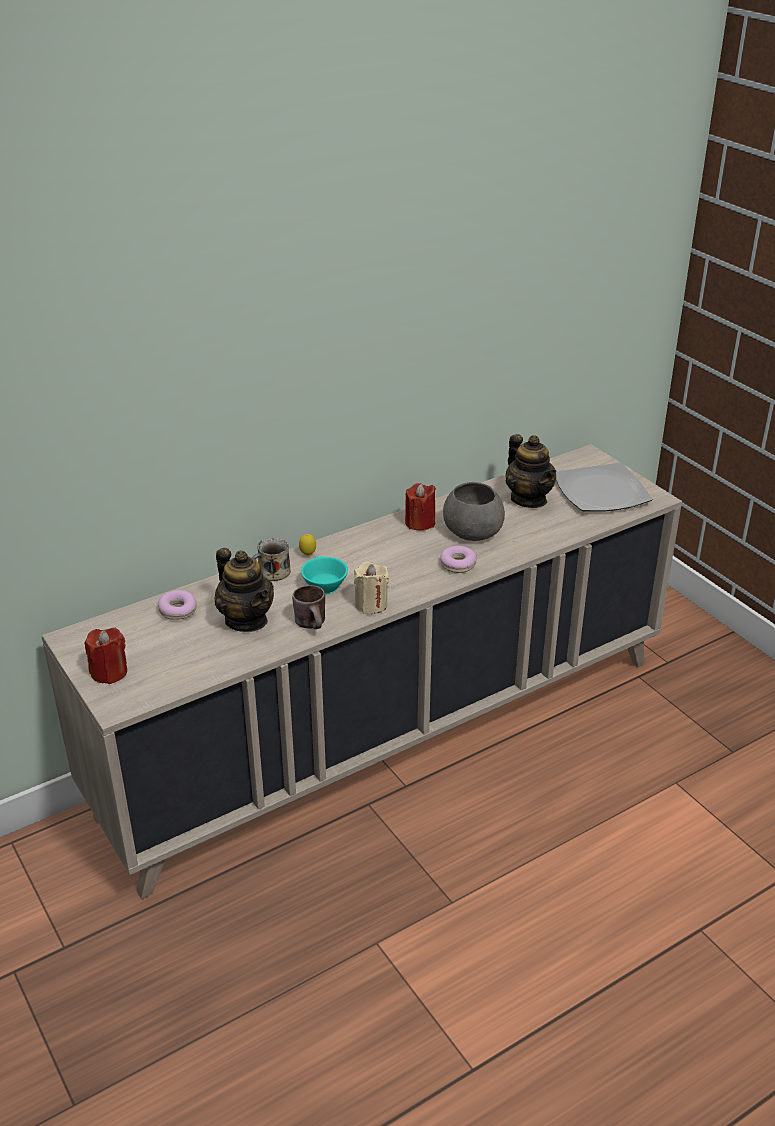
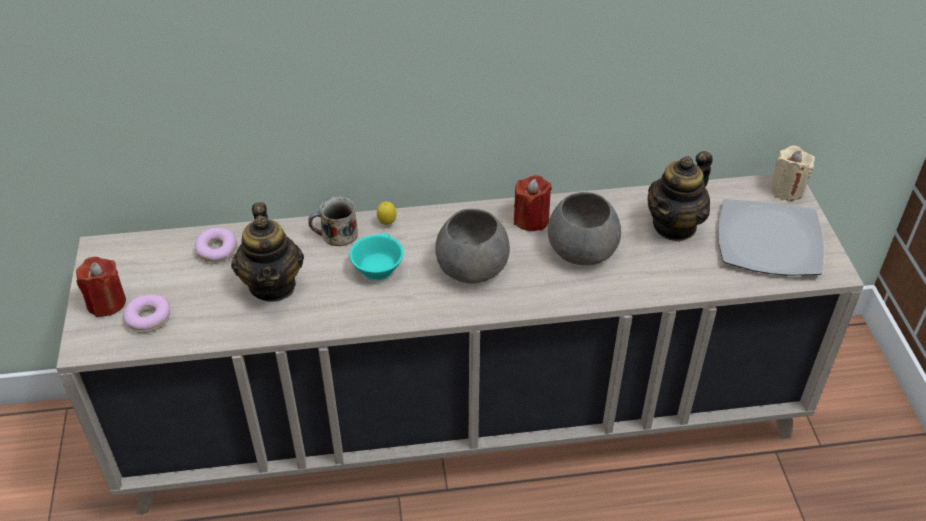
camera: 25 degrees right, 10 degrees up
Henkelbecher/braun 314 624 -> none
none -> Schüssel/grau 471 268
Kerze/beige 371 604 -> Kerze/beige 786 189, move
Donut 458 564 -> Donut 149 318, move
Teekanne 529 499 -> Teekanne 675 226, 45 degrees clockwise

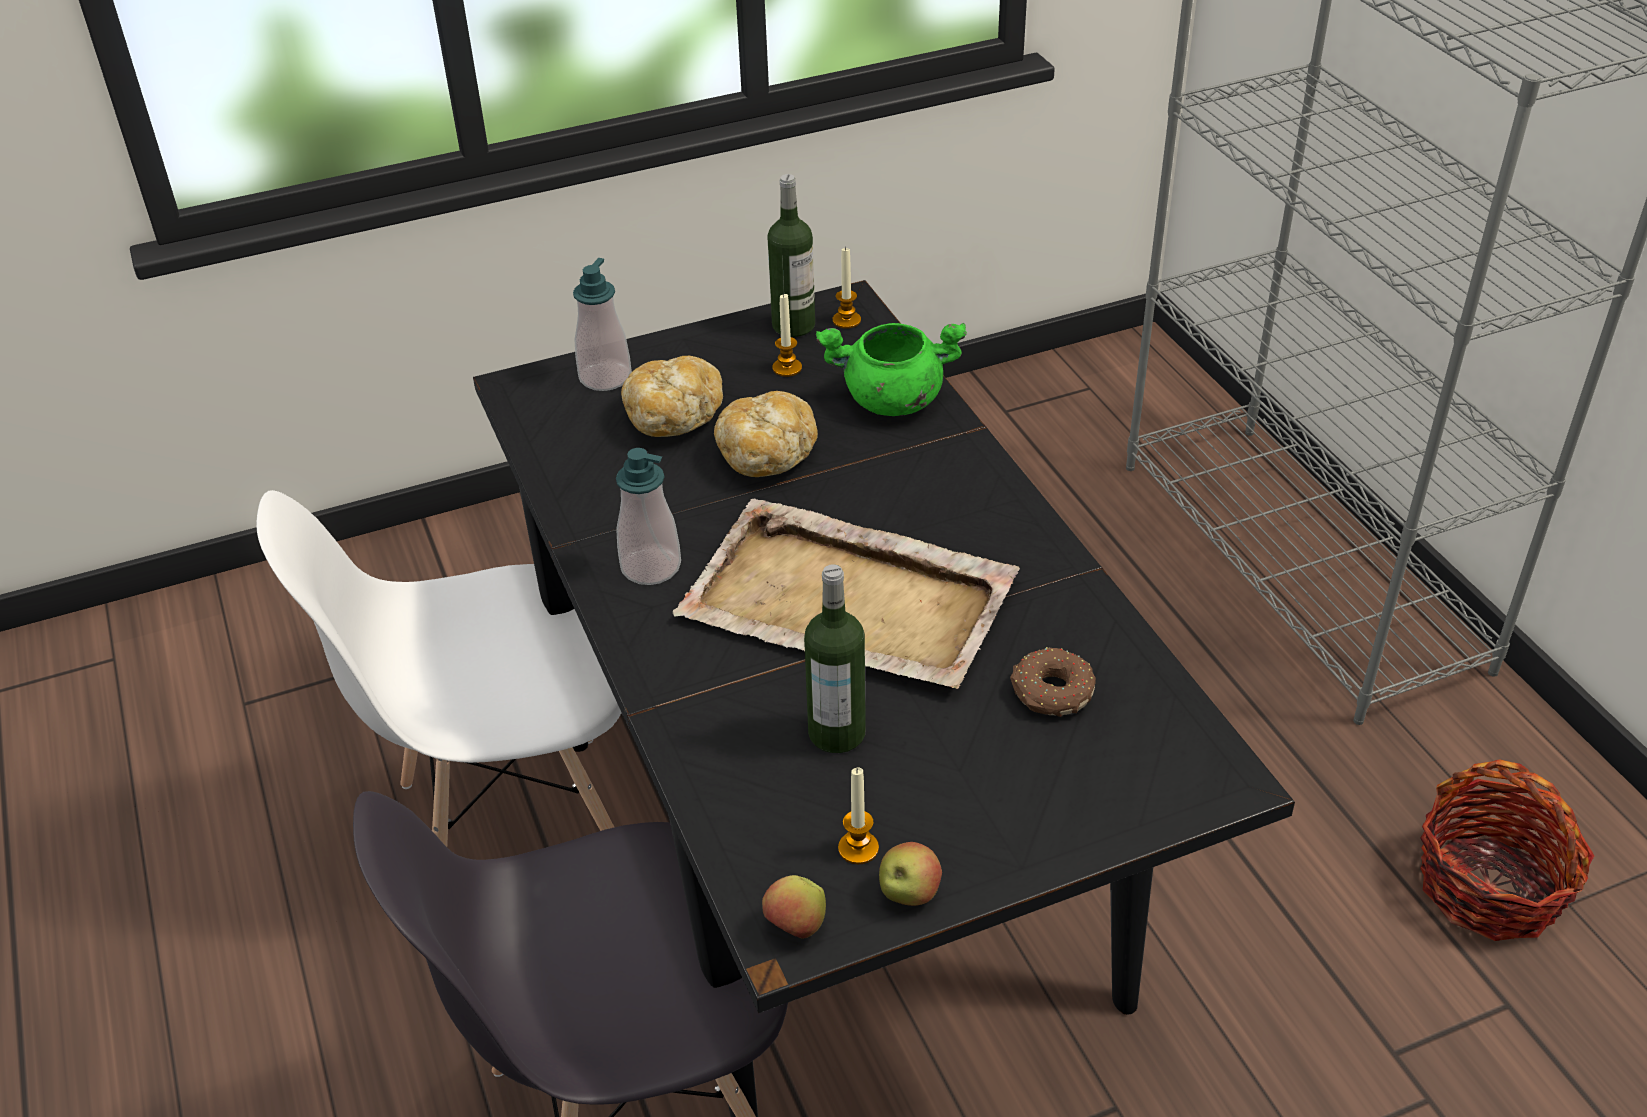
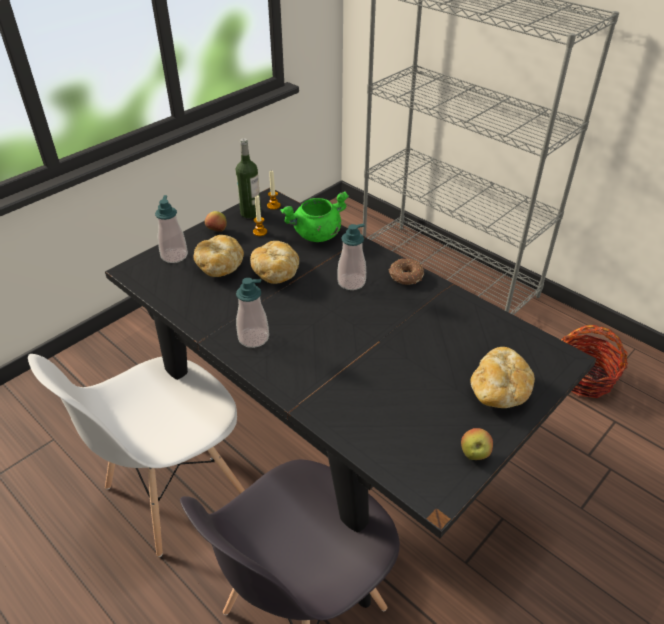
camera: 25 degrees left, 0 degrees up
Tablett/beige 850 603 -> none
Flasche 837 733 -> none
Kerze 858 848 -> none
none -> Seifenspender 351 282
none -> Brot 499 391
Apfel 796 927 -> Apfel 217 231, move
Donut 1051 693 -> Donut 405 277, move

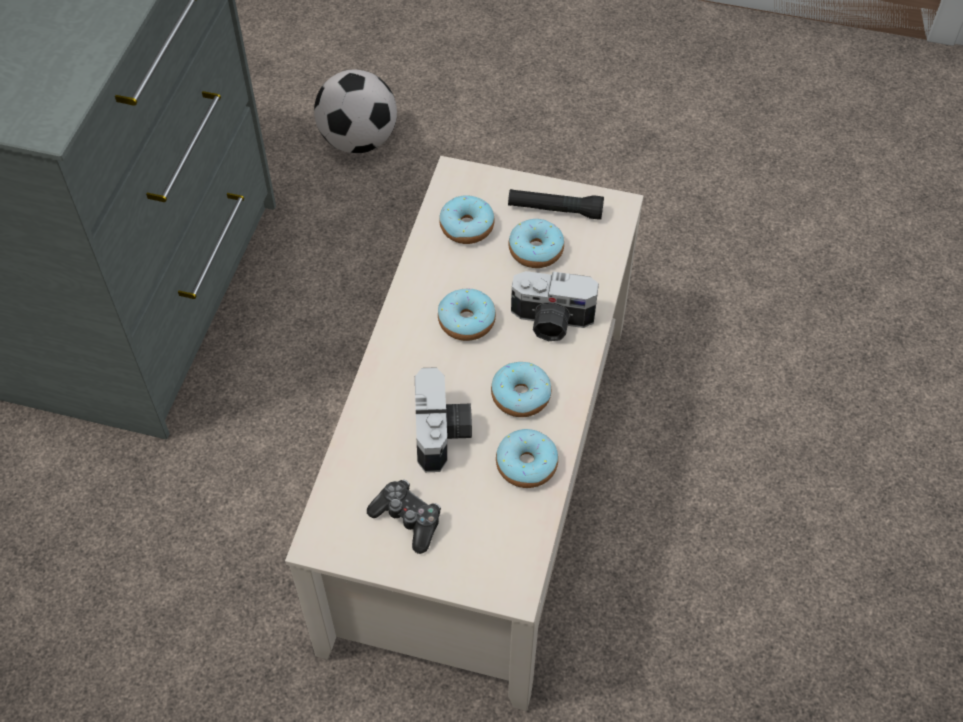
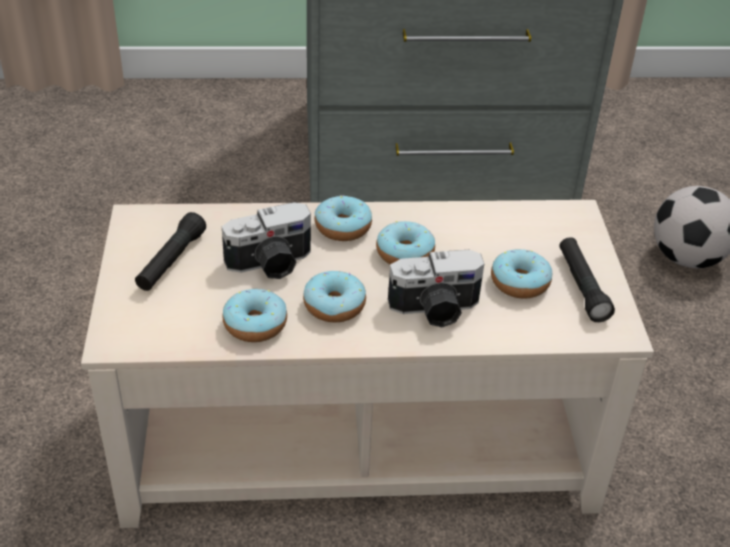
camera: 70 degrees right, 15 degrees down
Donut 467 227 -> Donut 343 227, move
Gamepad 408 519 -> Taschenlampe/schwarz 171 261
Kamera 551 322 -> Kamera 435 310, 90 degrees counterclockwise

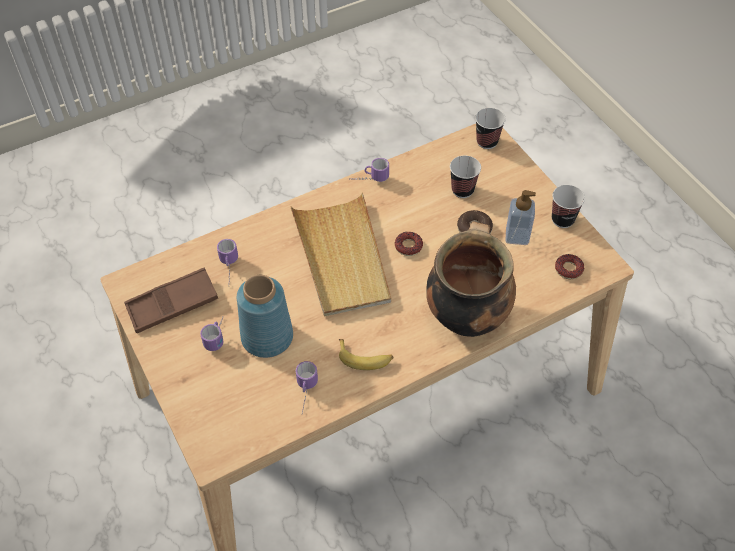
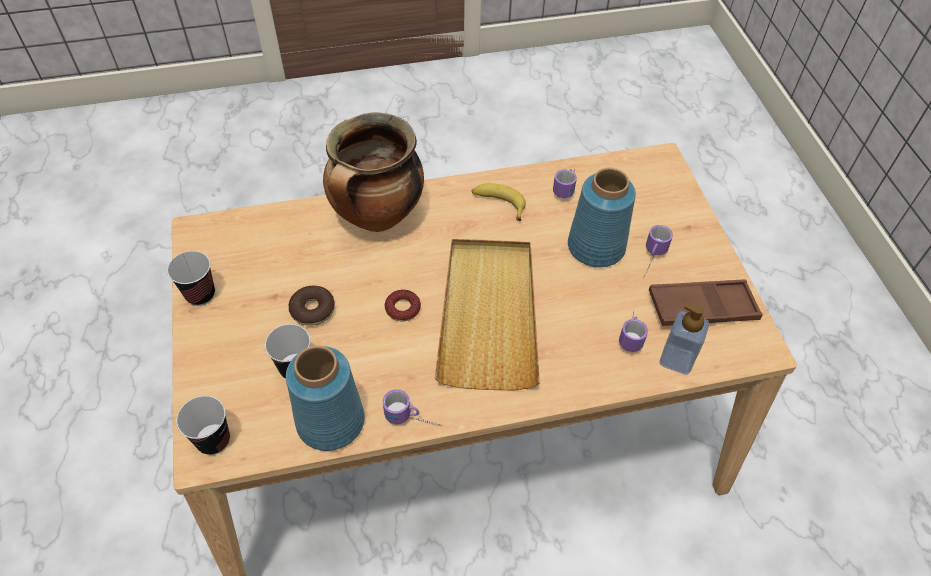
camera: 165 degrees left, 0 degrees up
Donut 568 269 -> none
none -> Vase/blau 329 421
Seifenspender 517 236 -> Seifenspender 676 359, move

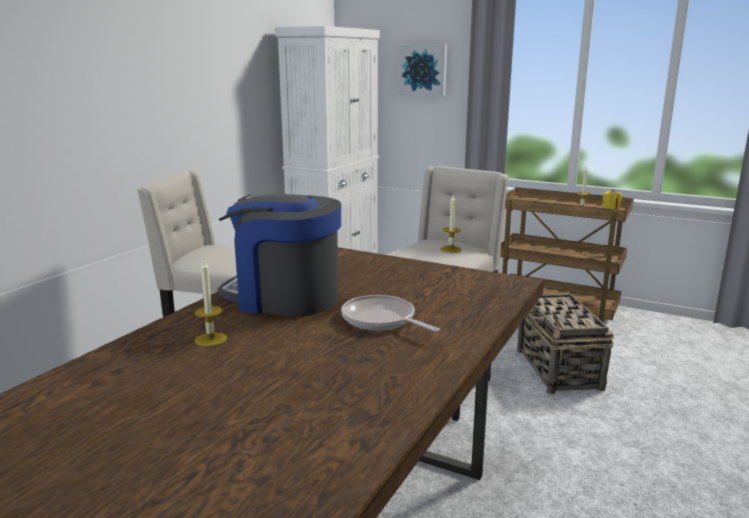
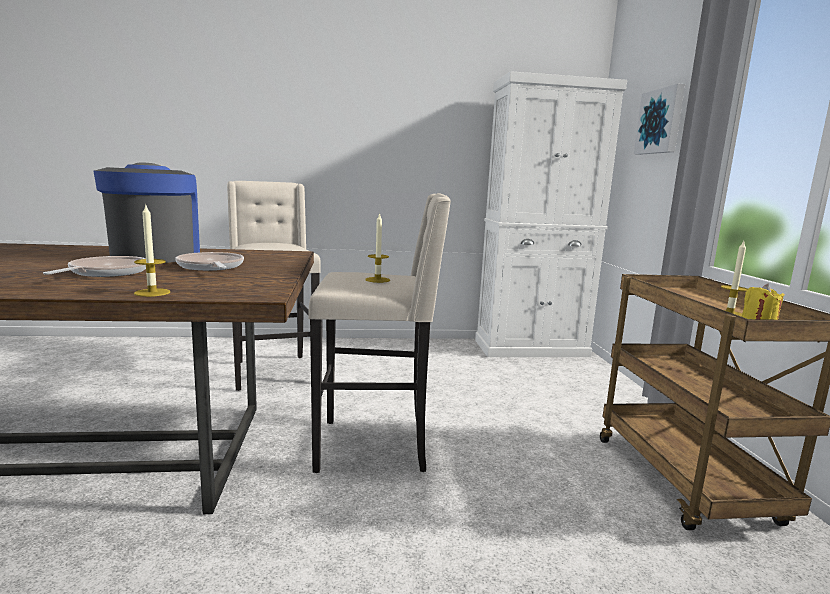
camera: 55 degrees right, 5 degrees down
Korb 558 370 -> none
none -> Pfanne 211 267
Kerze 211 339 -> Kerze 152 292, move

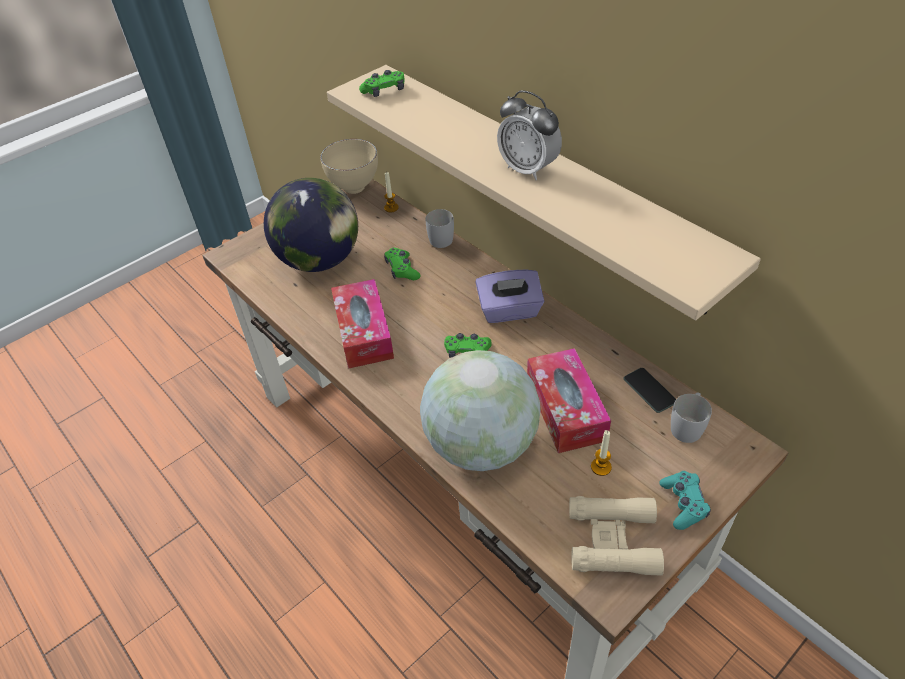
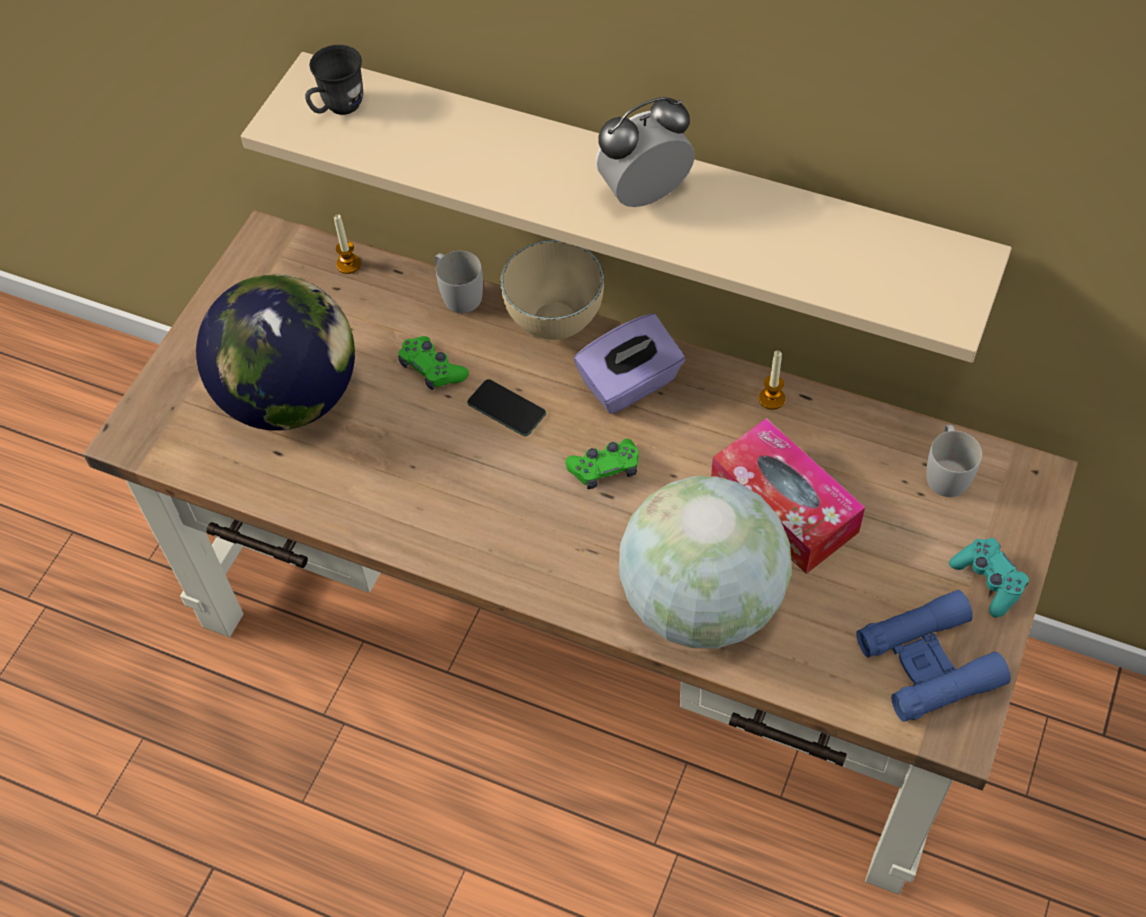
camera: 25 degrees left, 10 degrees up
Taschentuchbox 363 332 -> none
Schüssel/beige 355 188 -> Schüssel/beige 556 324, move
Kerze 601 467 -> Kerze 771 399, move
Handy 649 390 -> Handy 506 408, move
Gamepad/grün 384 91 -> Henkelbecher/grau 337 108
Fernglas/beige 613 540 -> Fernglas/blau 929 663
Wecker 528 169 -> Wecker 644 194, 135 degrees clockwise

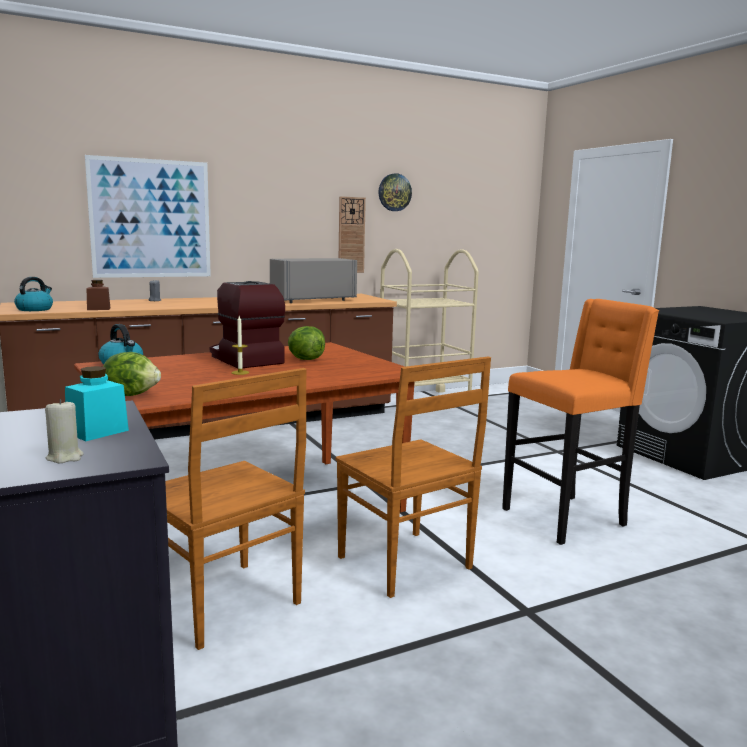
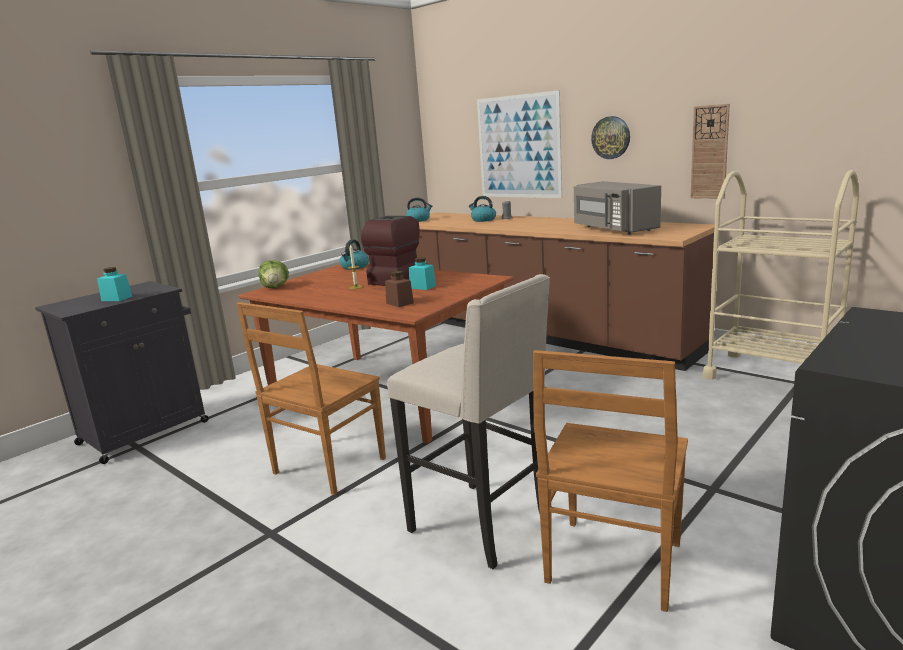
camera: 70 degrees right, 5 degrees up
Kerze/beige 65 457 -> none
none -> Wasserkessel 483 220
Vorratsglas/braun 98 309 -> Vorratsglas/braun 400 303, move
Stuhl/braun 226 605 -> Stuhl/braun 612 565, move
Wanduhr 394 192 -> Wanduhr 611 137, move
Salatkopf 305 359 -> Vorratsglas/türkis 422 287
Hocker/orange 566 518 -> Hocker/beige 482 526
Mikrowelle/grau 311 300 -> Mikrowelle/grau 613 229, 150 degrees counterclockwise

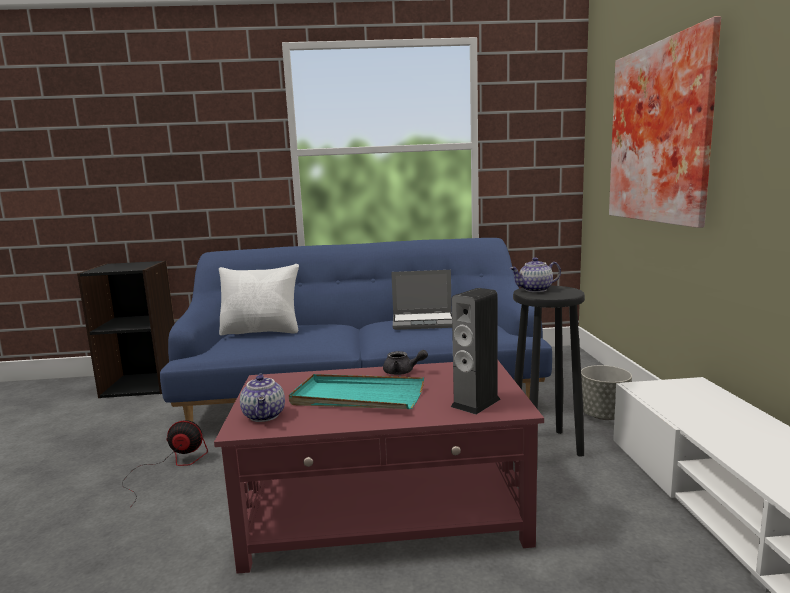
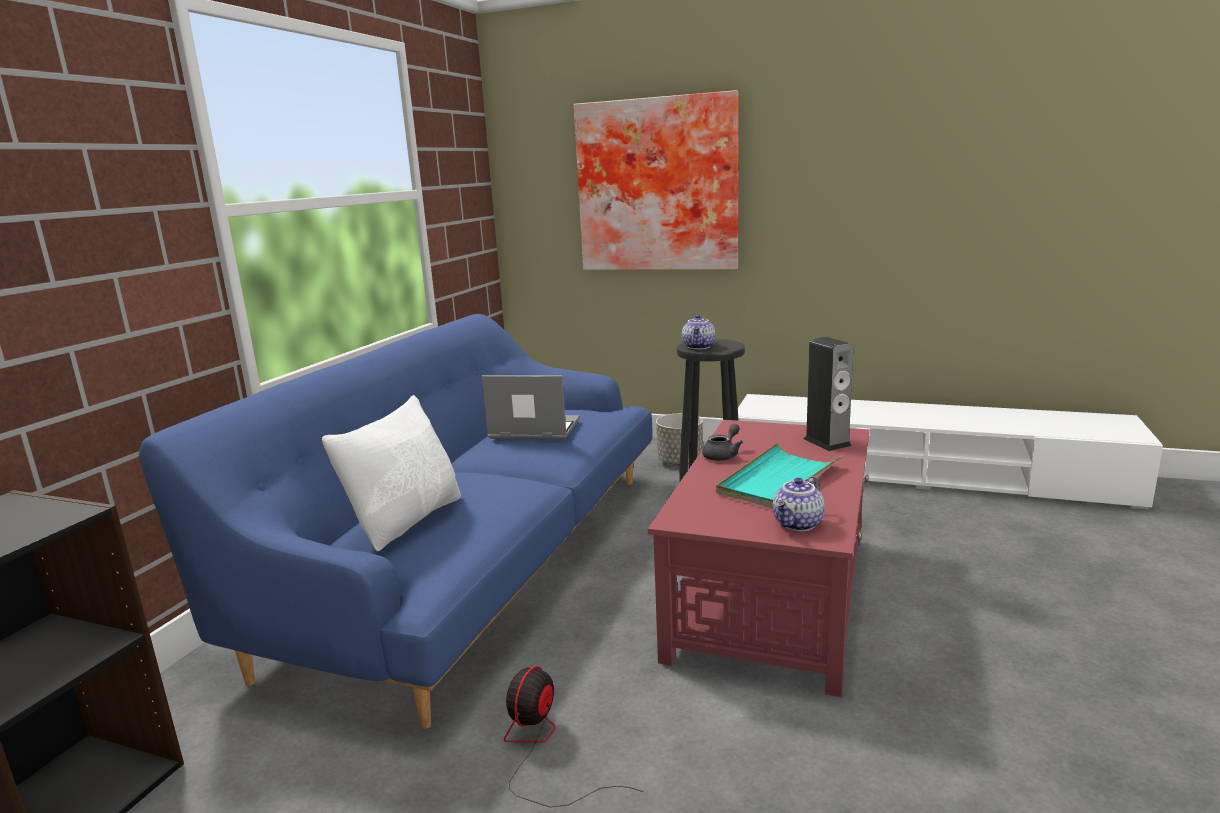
camera: 65 degrees left, 5 degrees up
Teekanne 265 416 -> Teekanne 798 524, 120 degrees clockwise
Laptop 424 322 -> Laptop 533 430, 105 degrees counterclockwise

